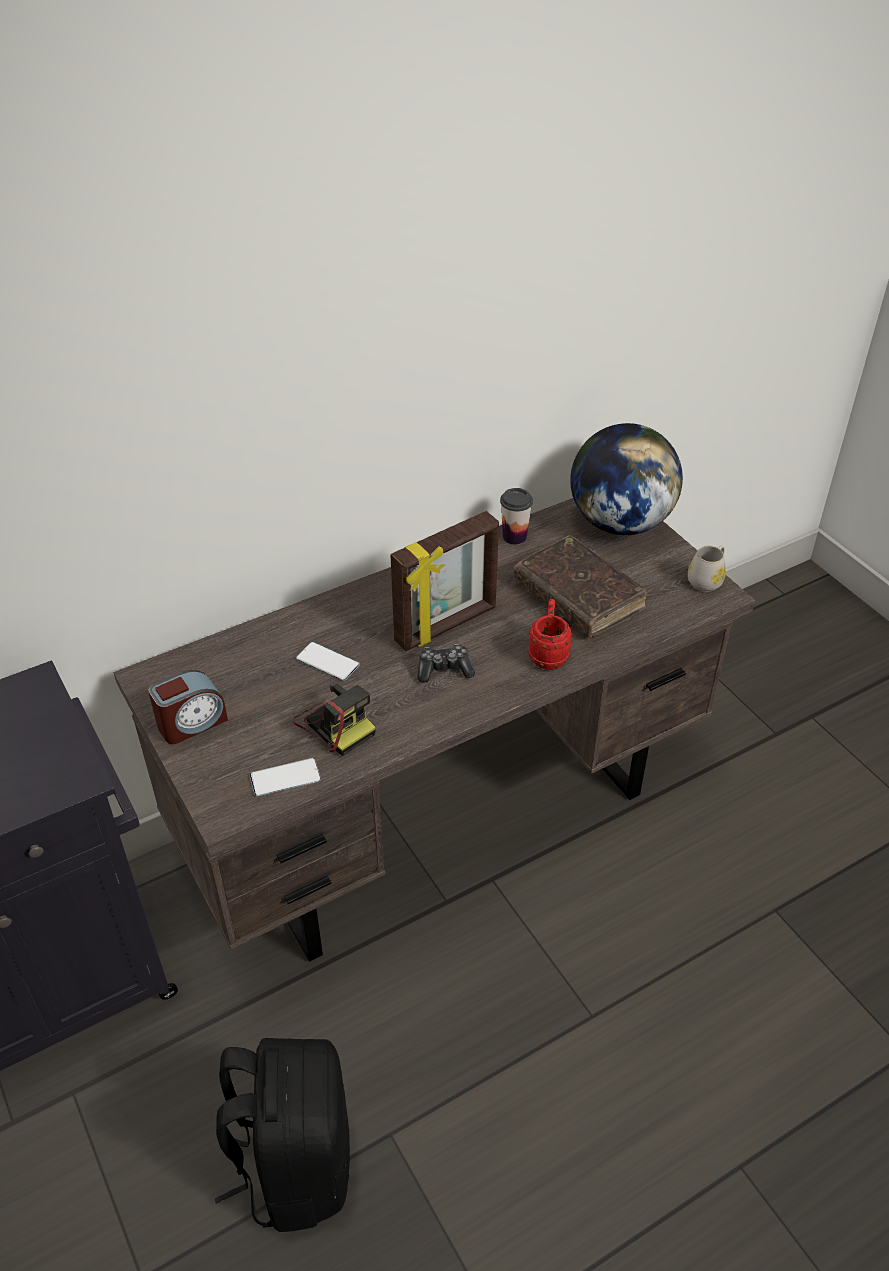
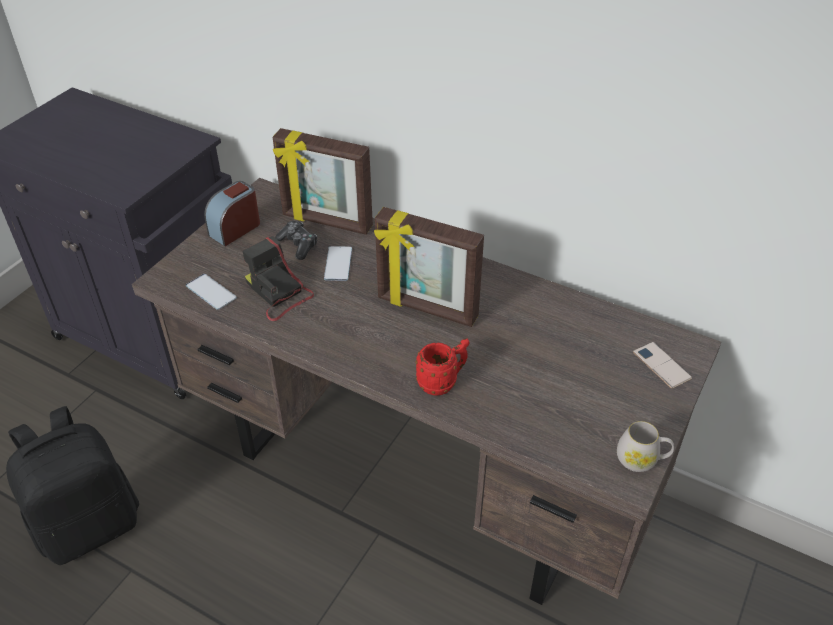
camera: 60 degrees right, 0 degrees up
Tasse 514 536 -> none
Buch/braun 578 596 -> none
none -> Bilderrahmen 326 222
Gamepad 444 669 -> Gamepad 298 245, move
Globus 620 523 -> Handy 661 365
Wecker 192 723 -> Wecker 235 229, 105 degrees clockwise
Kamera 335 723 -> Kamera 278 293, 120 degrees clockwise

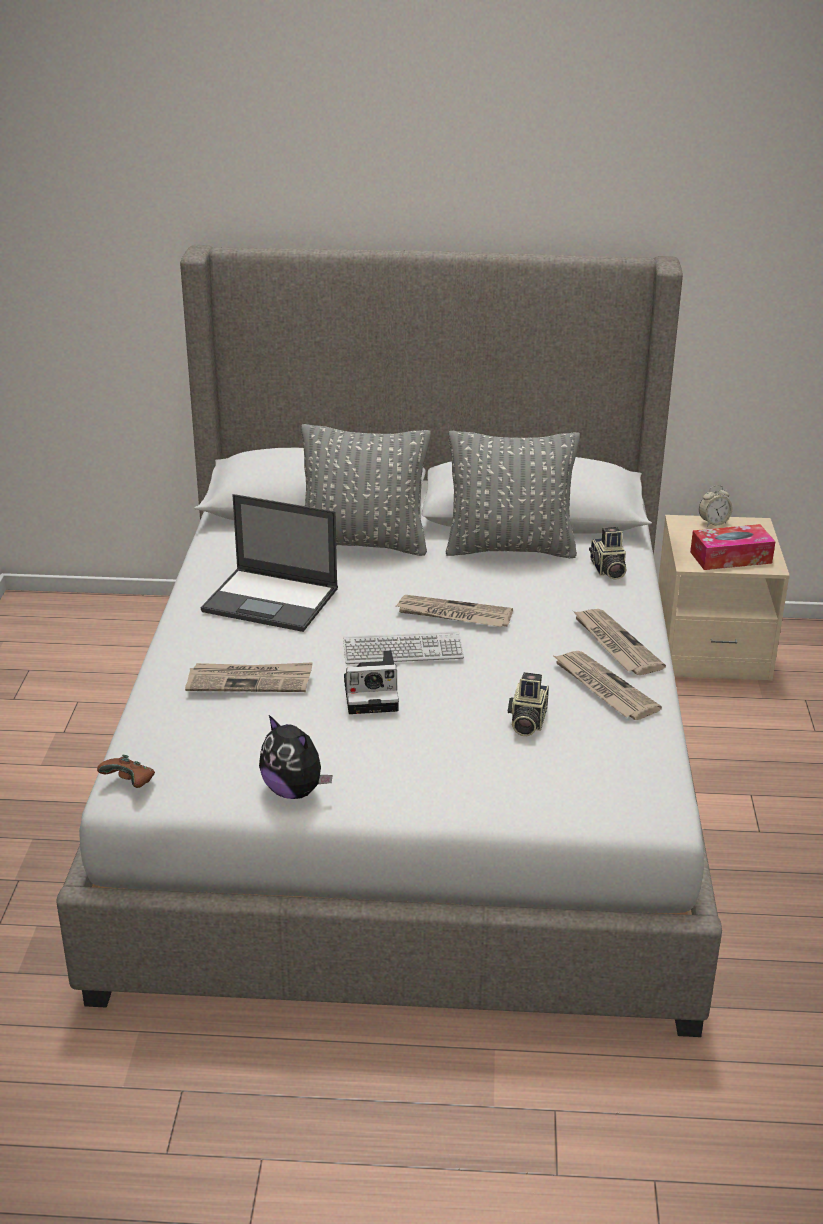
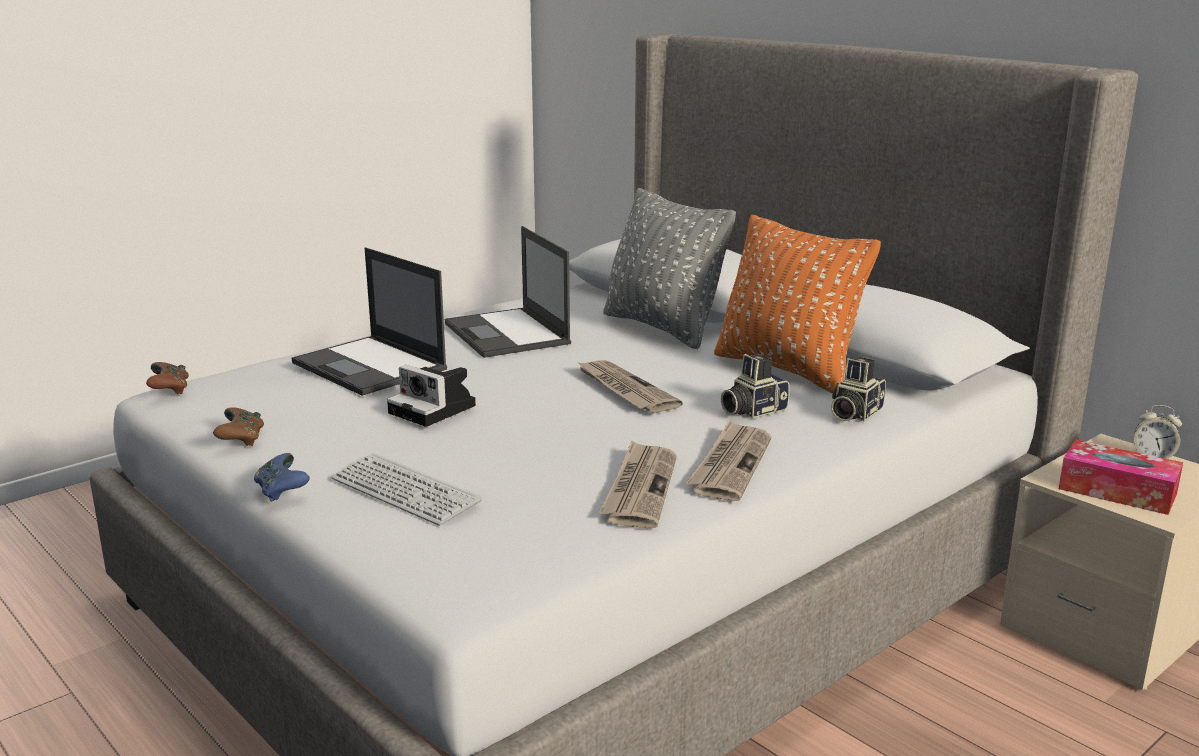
camera: 45 degrees right, 10 degrees down
none -> Gamepad/blau 281 491
Tastatur 403 650 -> Tastatur 405 491, move
Kamera 526 722 -> Kamera 752 410, move
Zeitung 250 680 -> Laptop 371 366
Plüschtier 294 791 -> Gamepad/braun 241 440
Kissen/grau 510 548 -> Kissen/orange 787 369

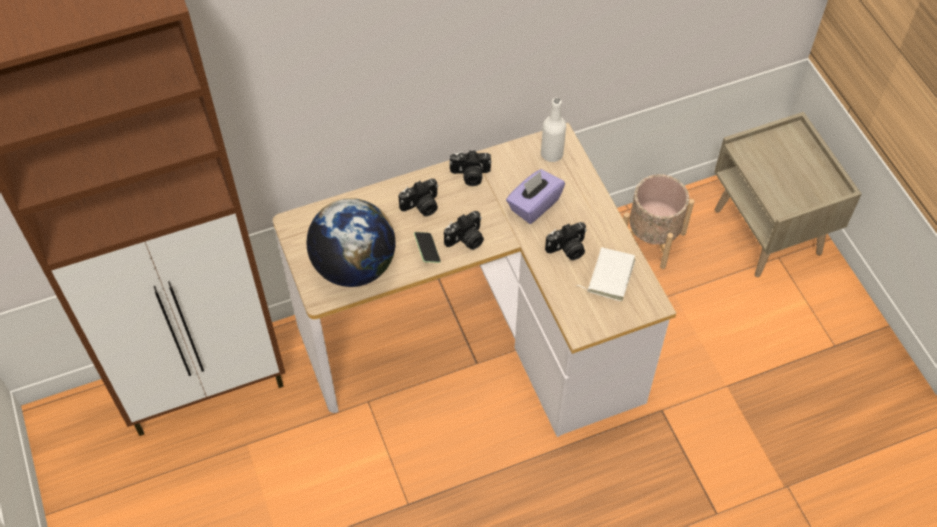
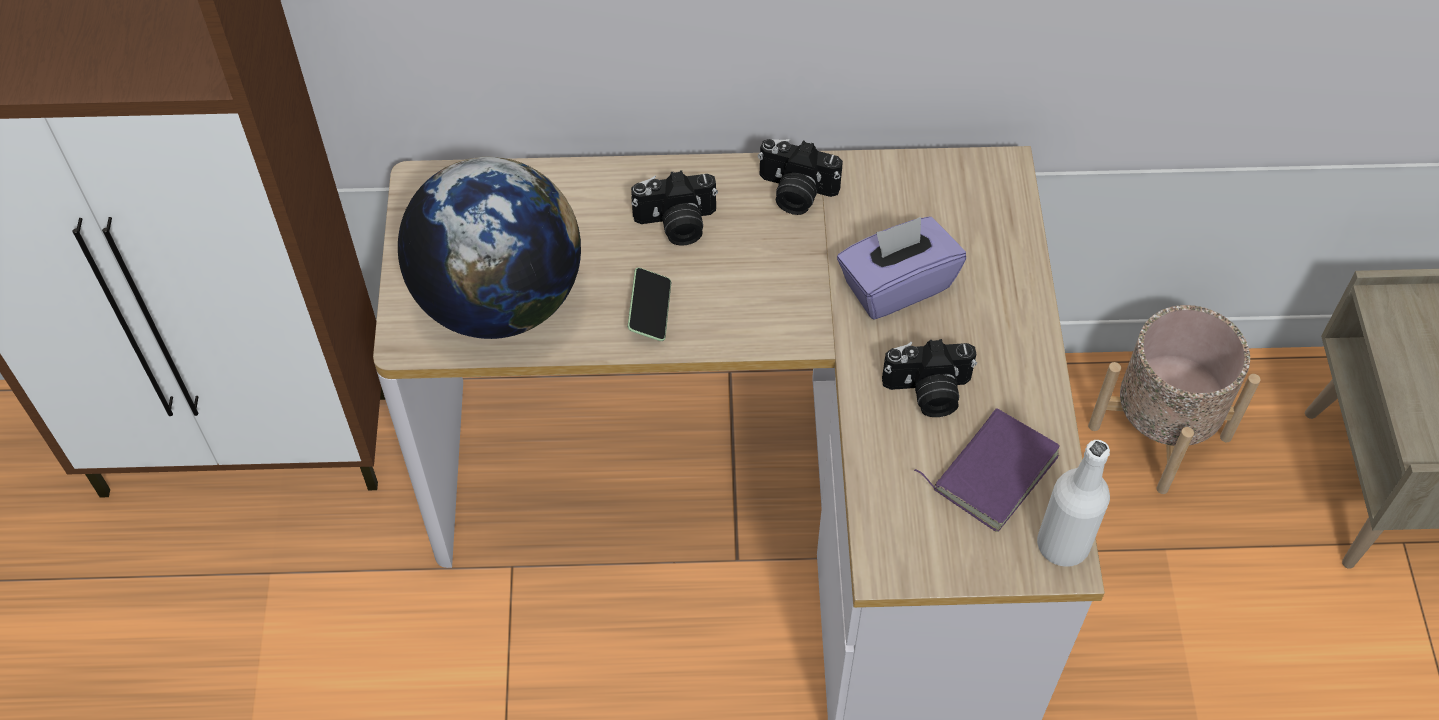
camera: 20 degrees right, 0 degrees up
Kamera 466 240 -> none
Flasche/weiß 551 154 -> Flasche/weiß 1063 544, move
Buch/weiß 609 275 -> Buch/lila 992 470

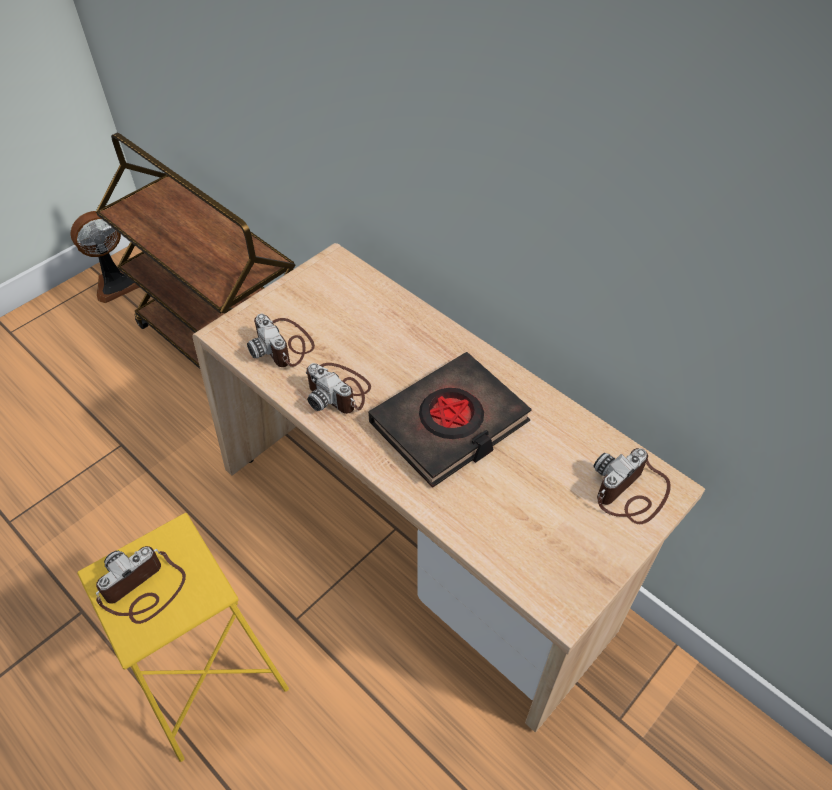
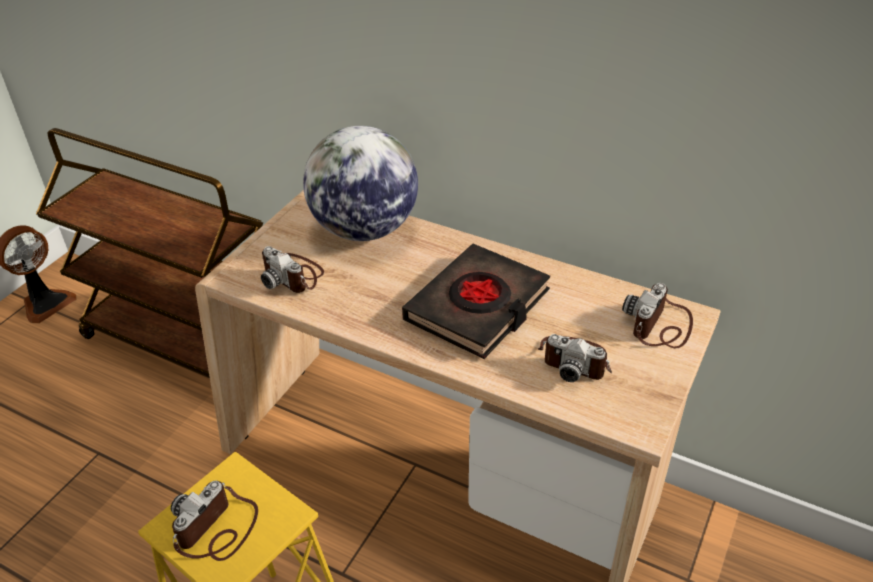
camera: 15 degrees left, 10 degrees down
none -> Globus 364 229
Kamera 339 390 -> Kamera 575 360, move

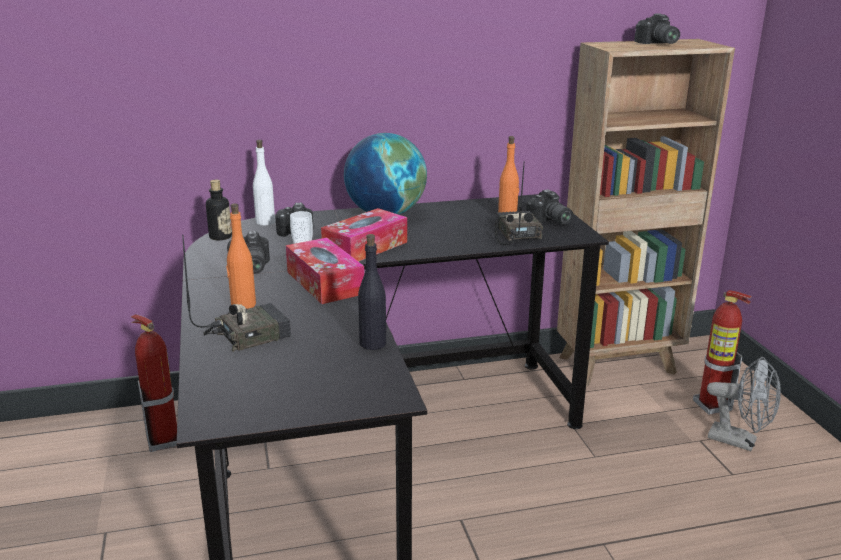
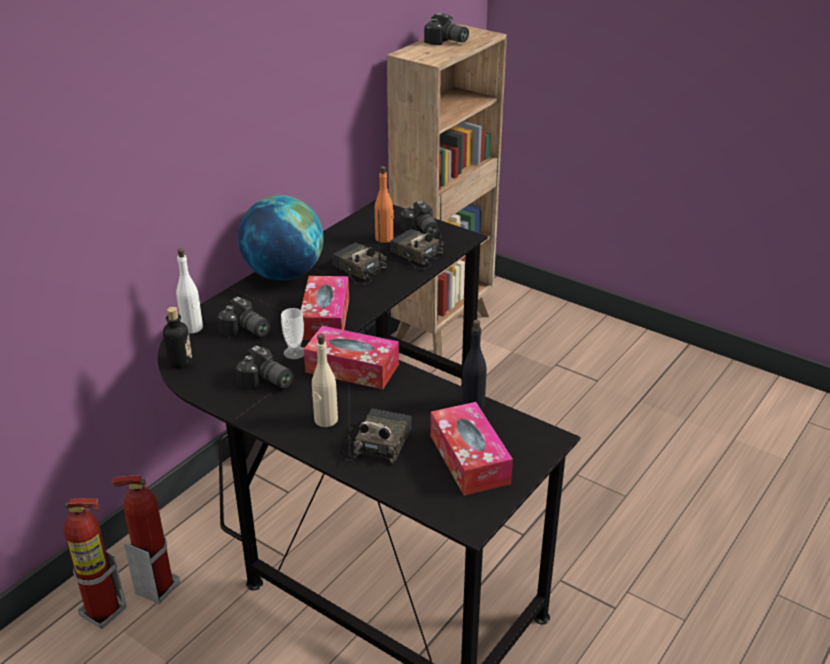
camera: 40 degrees left, 10 degrees up
Ventilator/grau 740 441 -> none
none -> Radio 358 270
none -> Taschentuchbox 469 459
Feuerlöscher 712 406 -> Feuerlöscher 103 612, move
Flasche/orange 243 305 -> Flasche/beige 325 420
Kamera 549 221 -> Kamera 421 231, 45 degrees clockwise

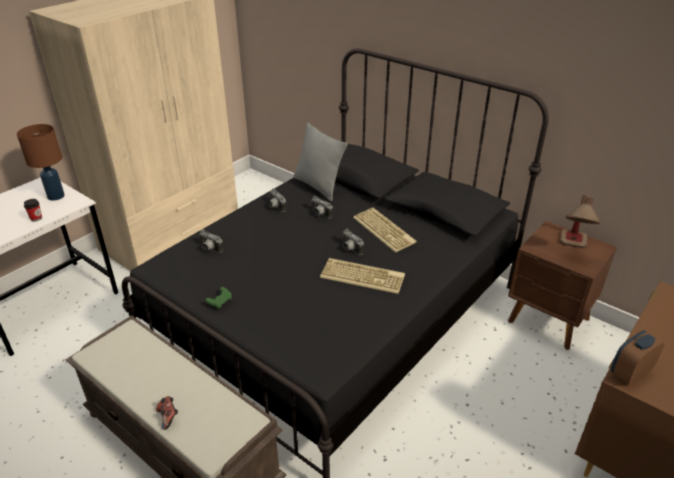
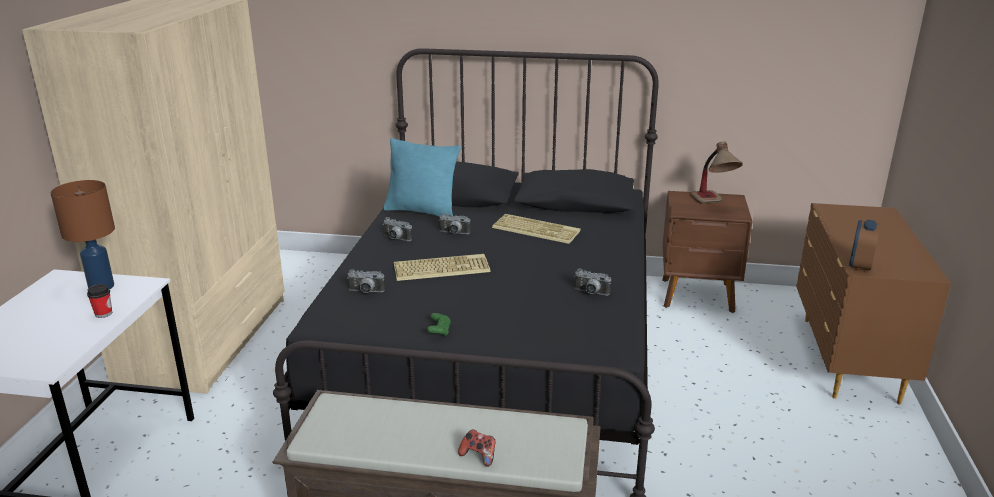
camera: 30 degrees left, 10 degrees down
Tastatur 363 276 -> Tastatur 442 268, move
Kamera 350 249 -> Kamera 590 293, move
Kissen/grau 318 186 -> Kissen/türkis 422 211

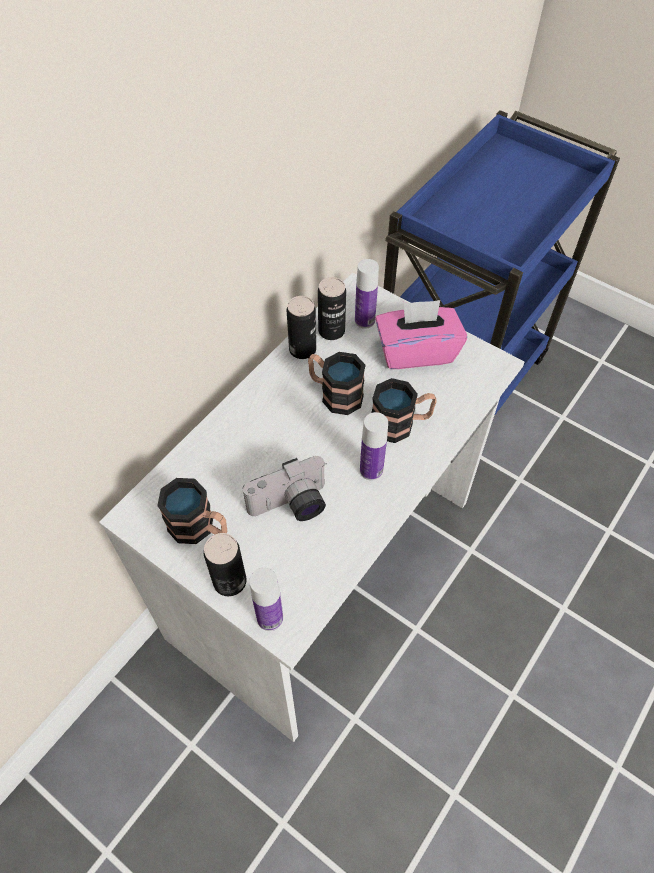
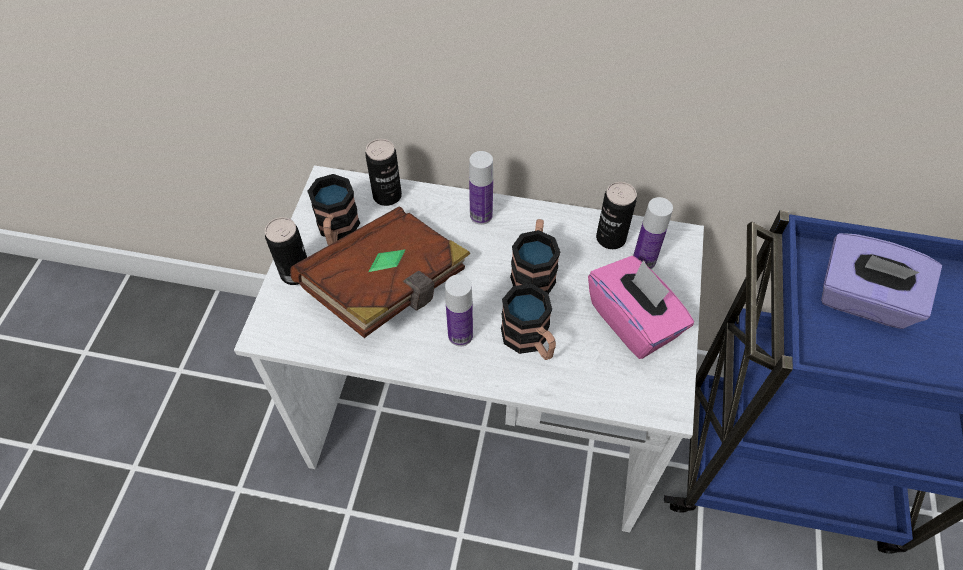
camera: 65 degrees right, 0 degrees up
none -> Taschentuchbox/lila 863 300
Flasche 270 618 -> Flasche 481 215, move
Dose 302 349 -> Dose 387 196, move
Kamera 291 506 -> Buch/braun 389 287

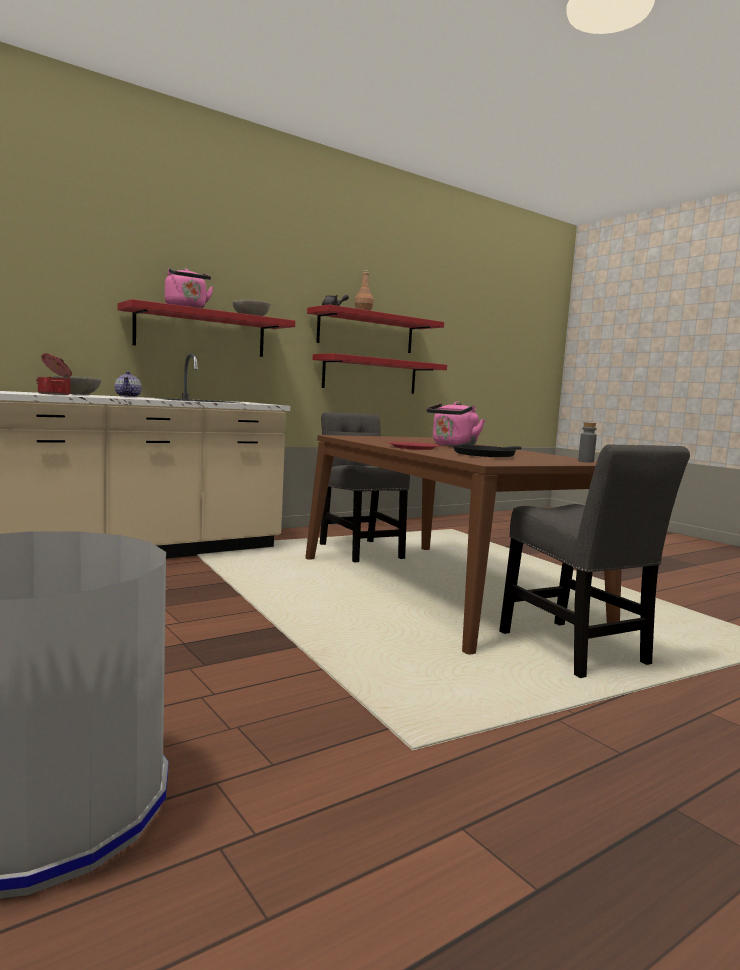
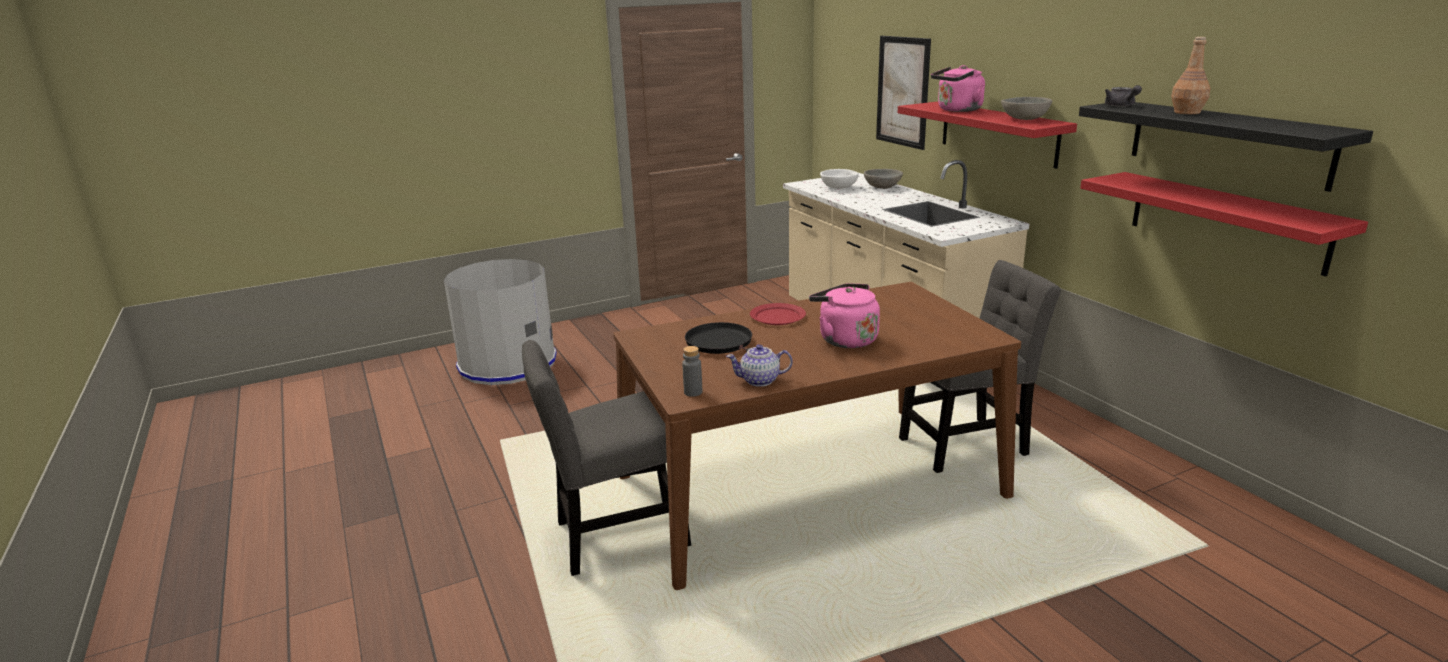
camera: 100 degrees right, 15 degrees up
none -> Bild 902 91
Teekanne 128 396 -> Teekanne 760 380, move
Kochtopf 55 394 -> Schüssel/weiß 839 187
Wandregal/rot 366 332 -> Wandregal/schwarz 1227 143

